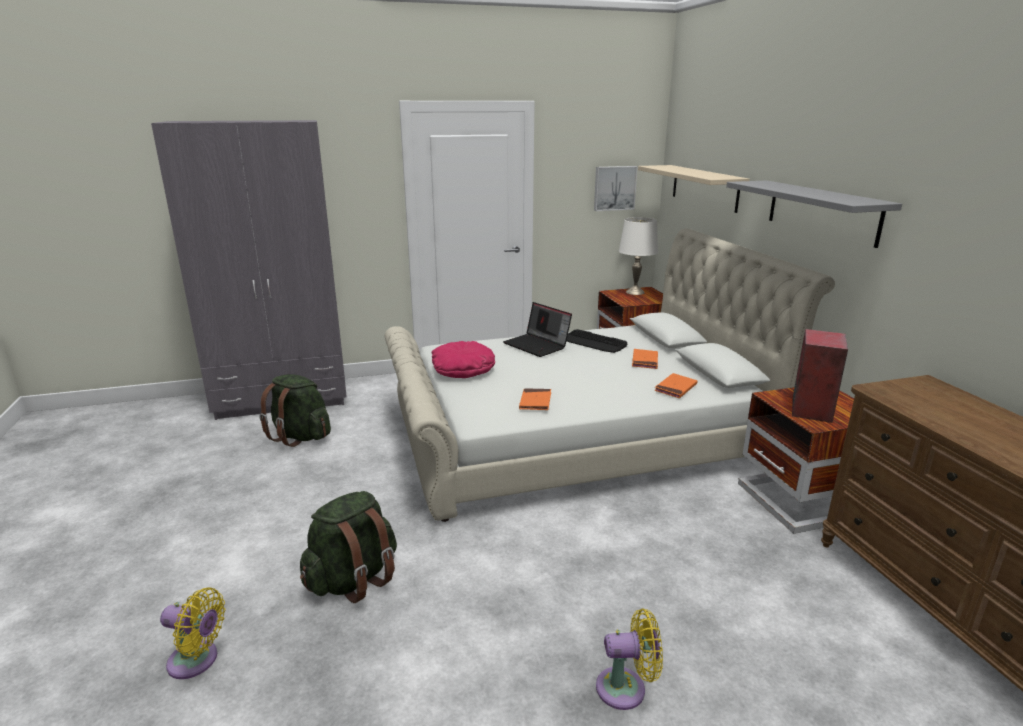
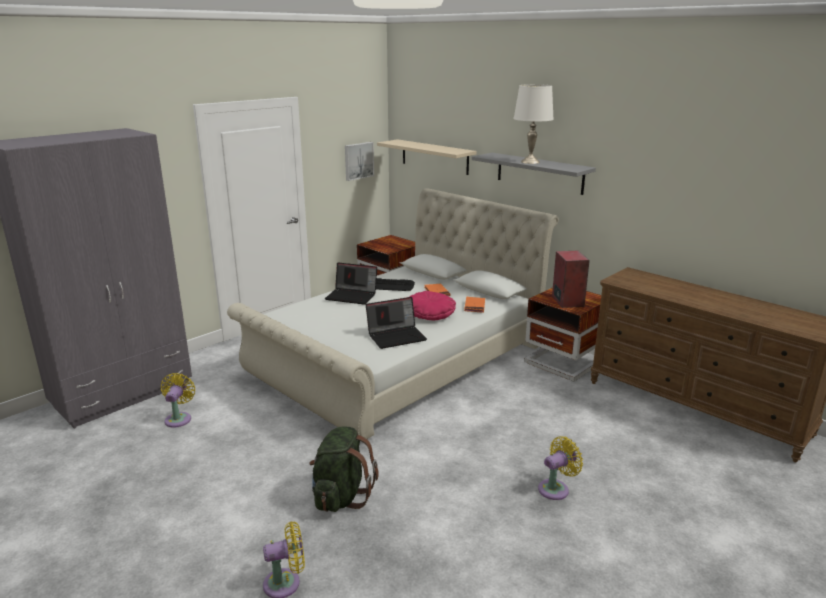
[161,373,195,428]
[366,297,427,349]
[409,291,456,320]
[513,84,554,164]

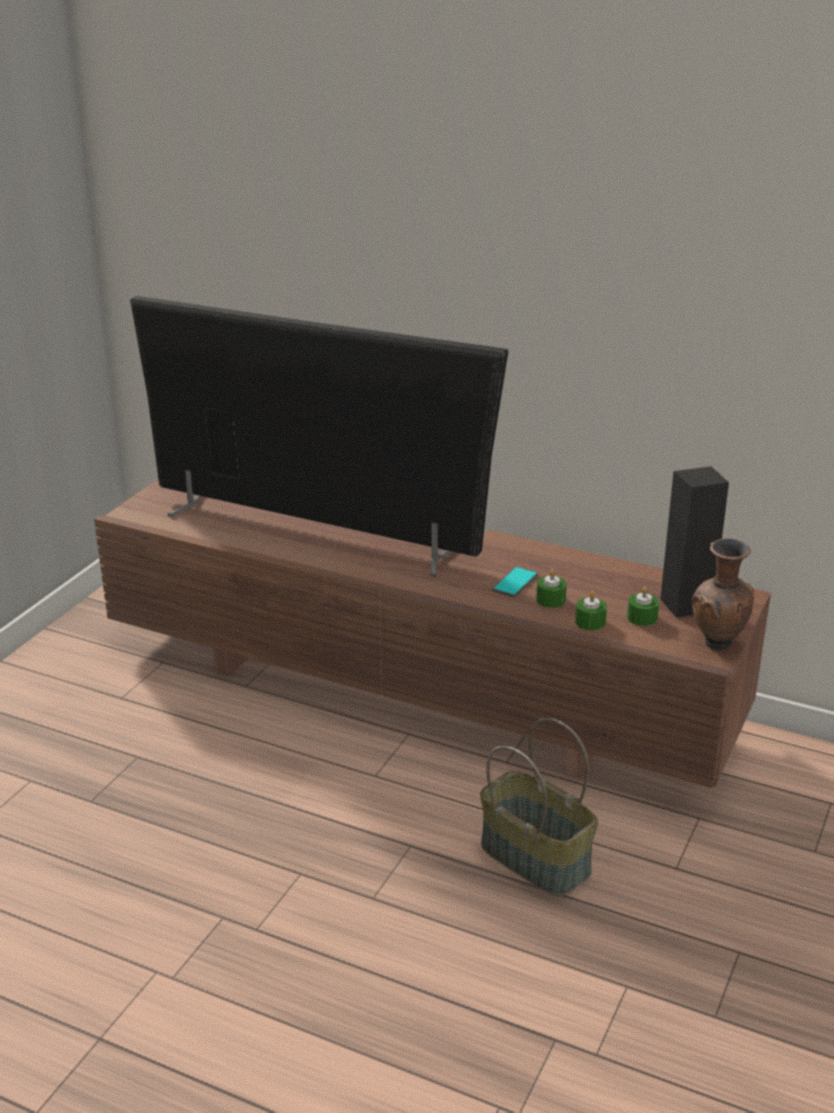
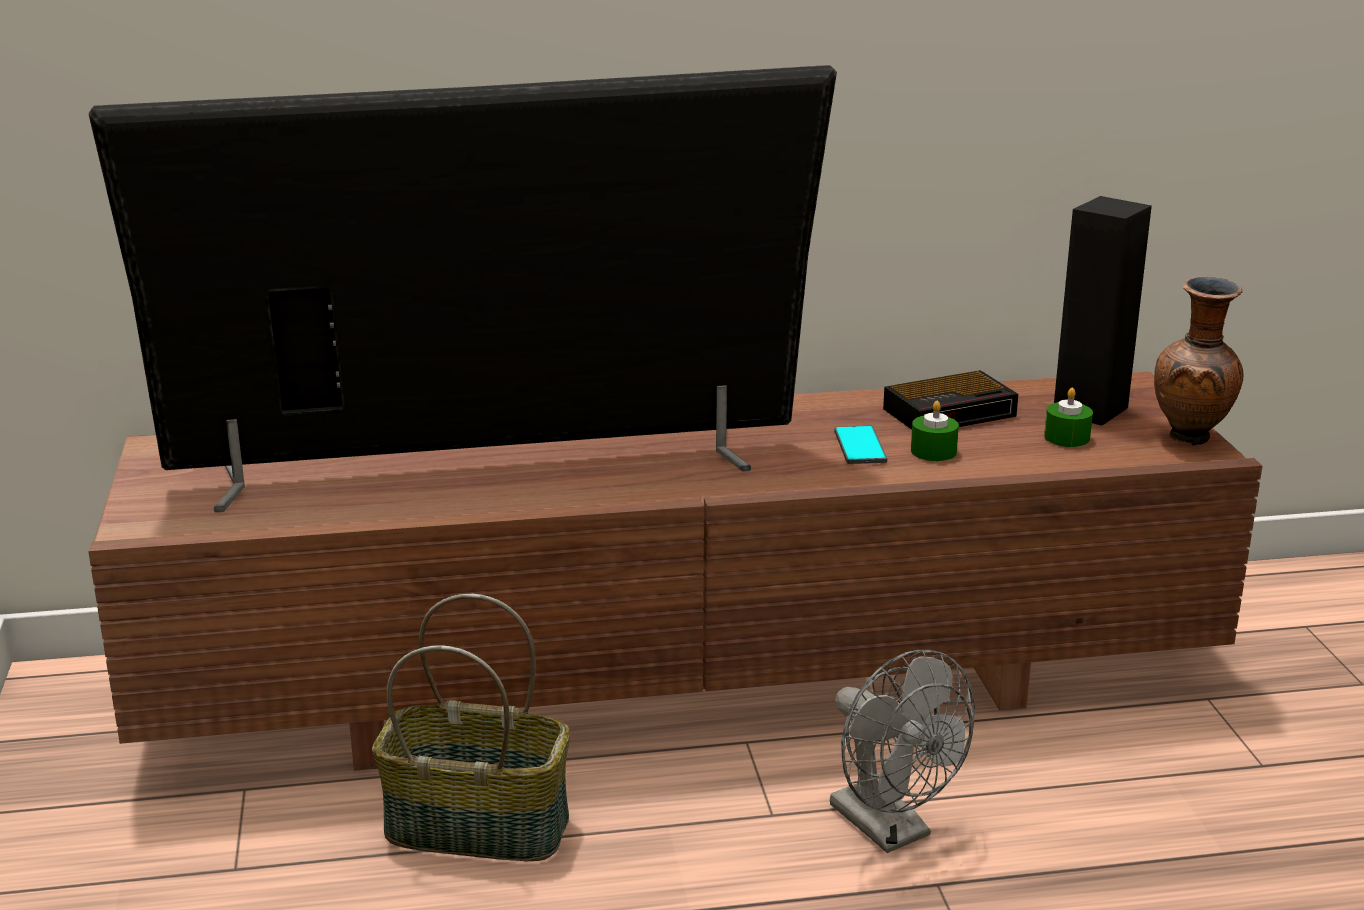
[372,594,570,861]
[830,650,975,853]
[883,370,1018,430]
[575,591,607,630] (first image)

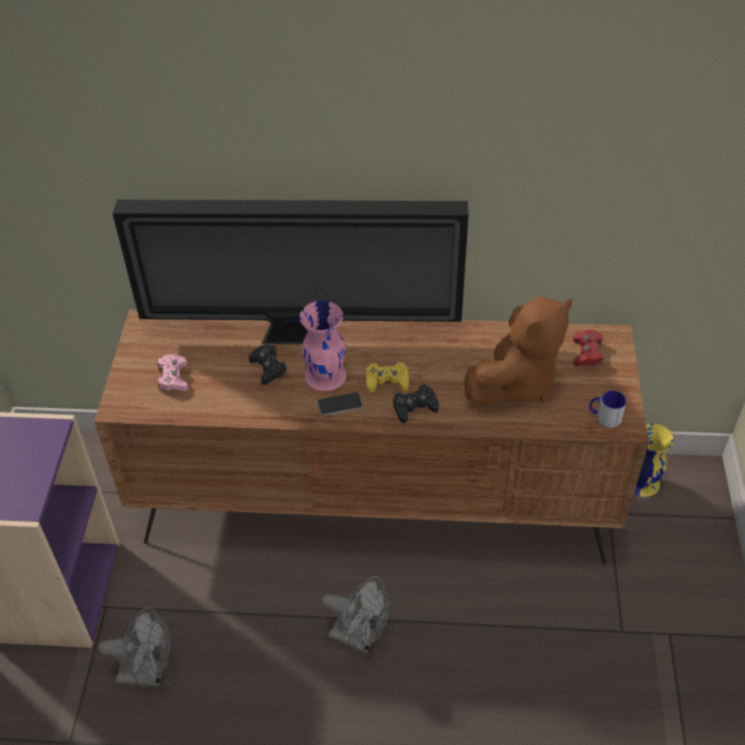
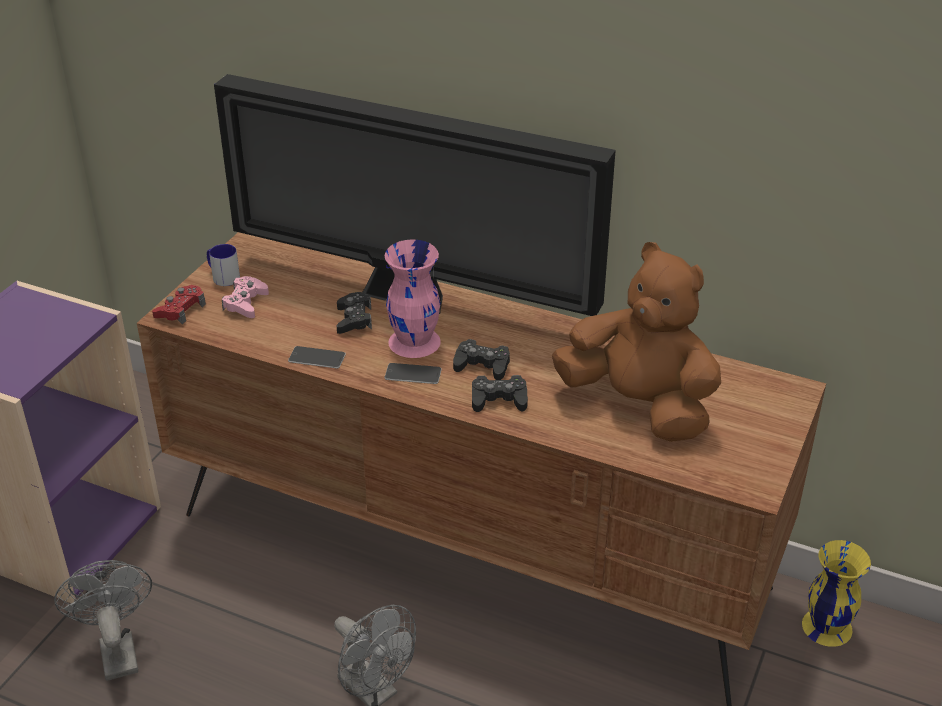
[54,560,152,681]
[152,285,206,324]
[207,244,240,286]
[288,346,346,368]
[453,339,510,380]
[552,242,721,442]

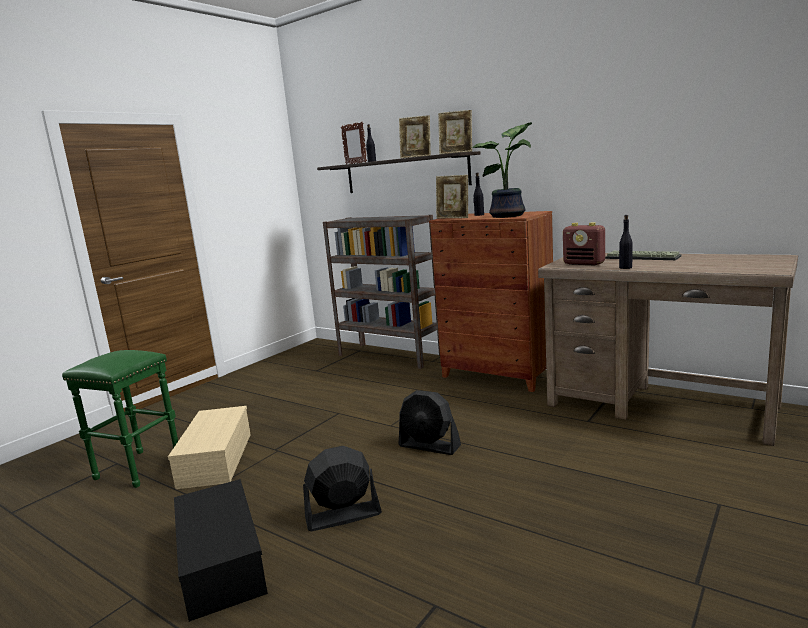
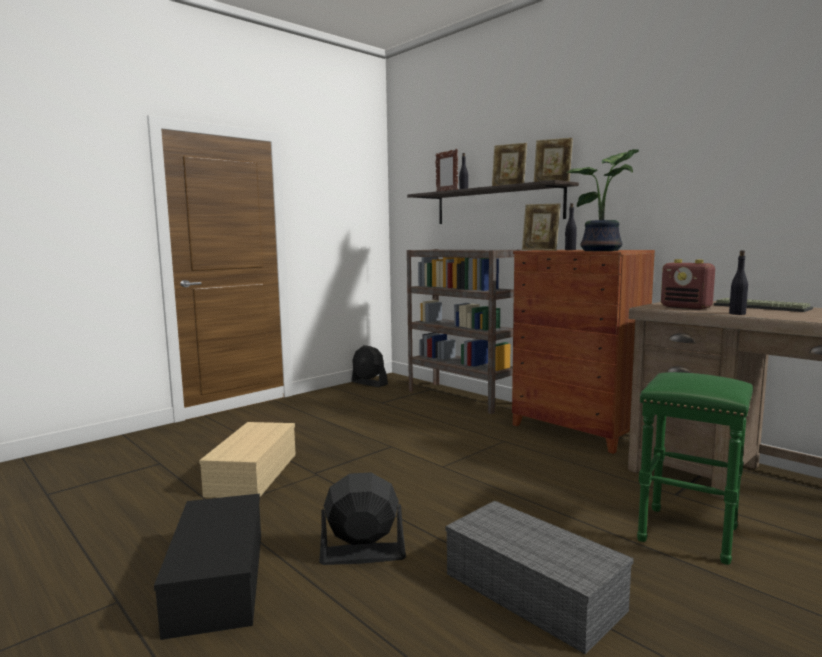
[351,345,388,387]
[446,501,634,654]
[637,372,753,565]

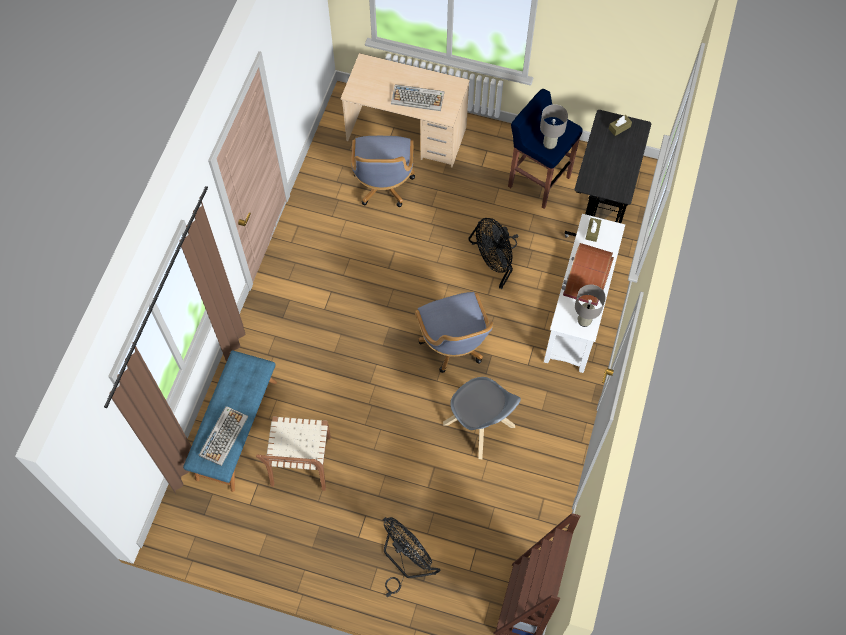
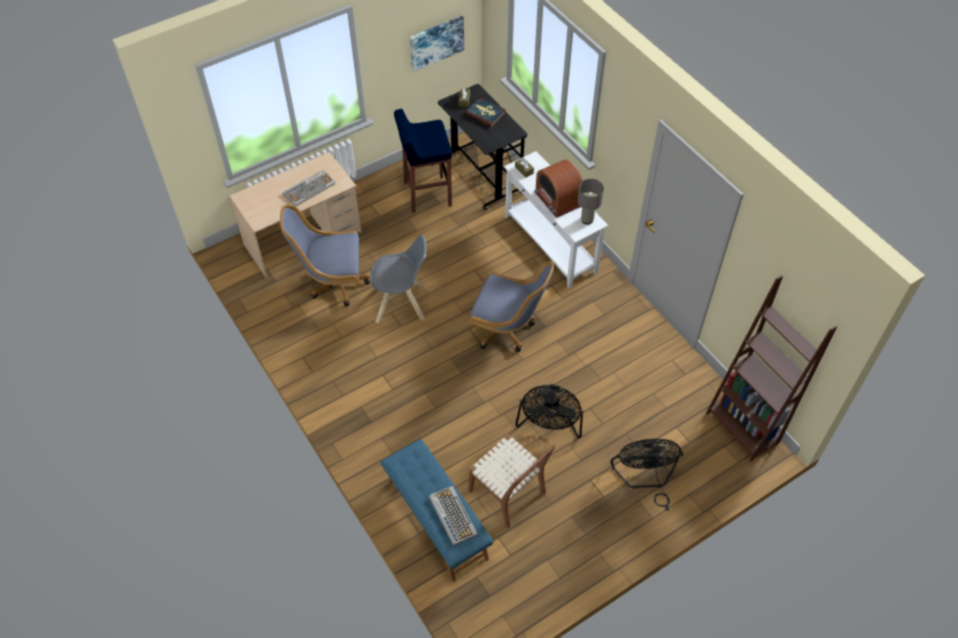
[280,204,370,306]
[370,235,427,323]
[410,16,464,71]
[465,98,506,127]
[515,384,584,439]
[540,104,568,150] (first image)

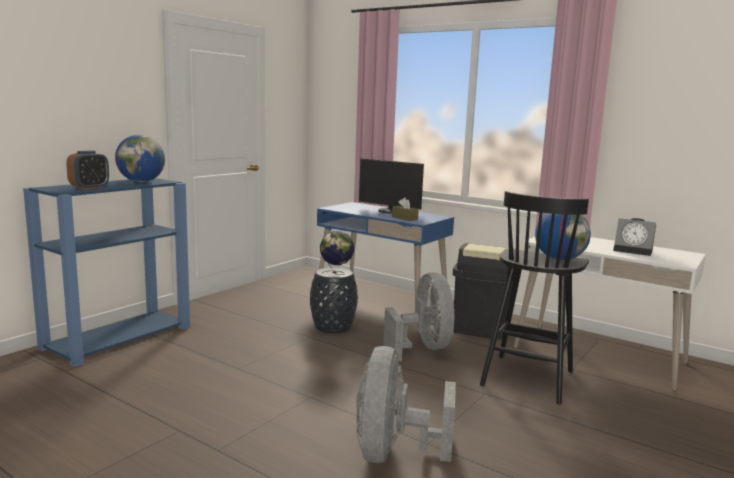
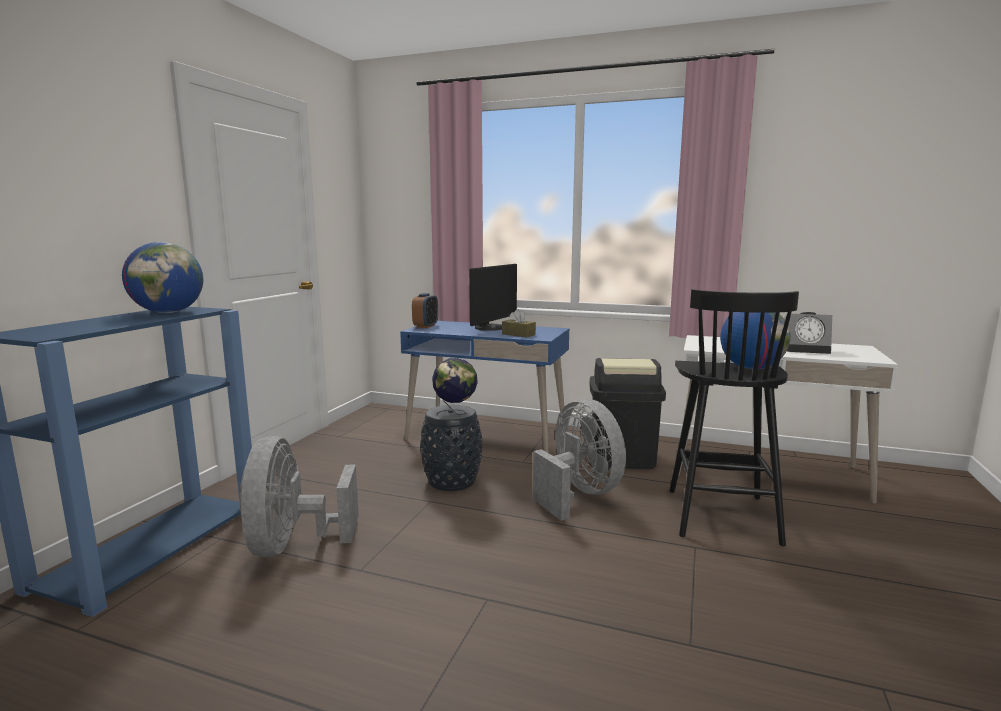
[239,436,359,557]
[412,293,438,328]
[469,264,517,331]

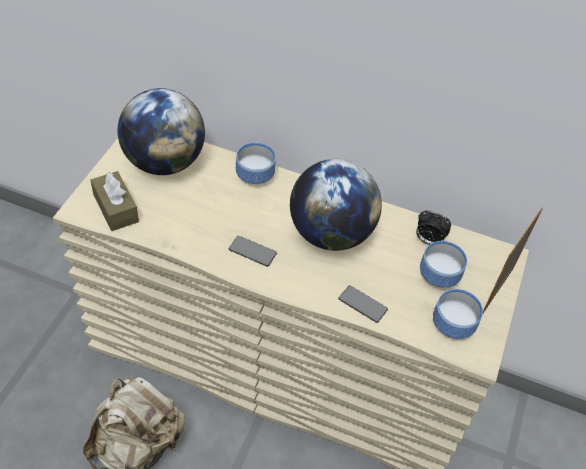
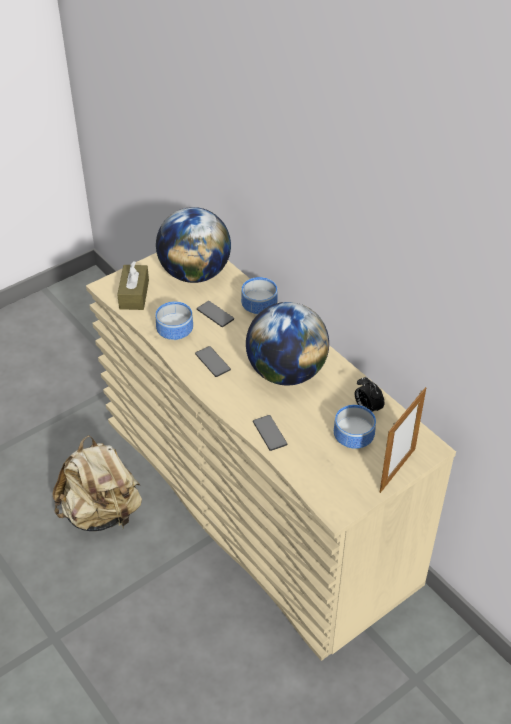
[155,302,193,340]
[197,301,234,327]
[380,387,426,493]

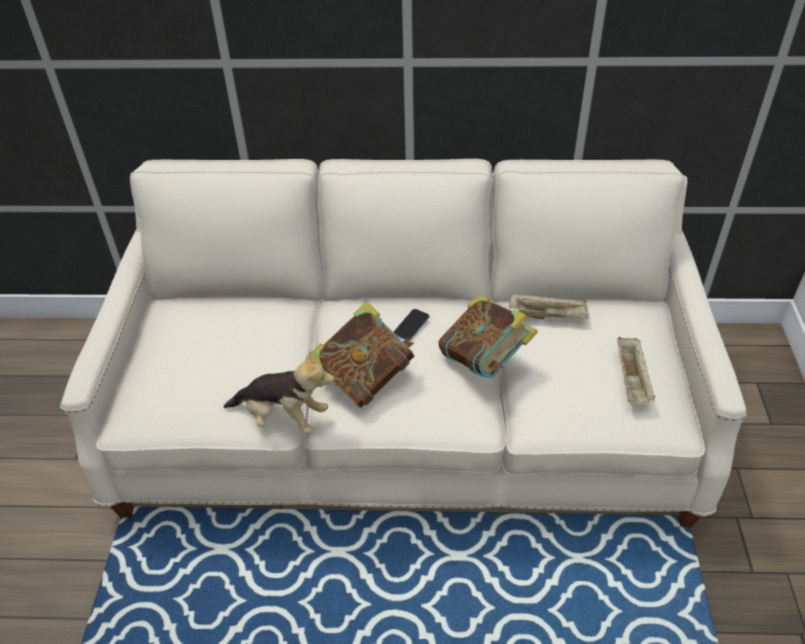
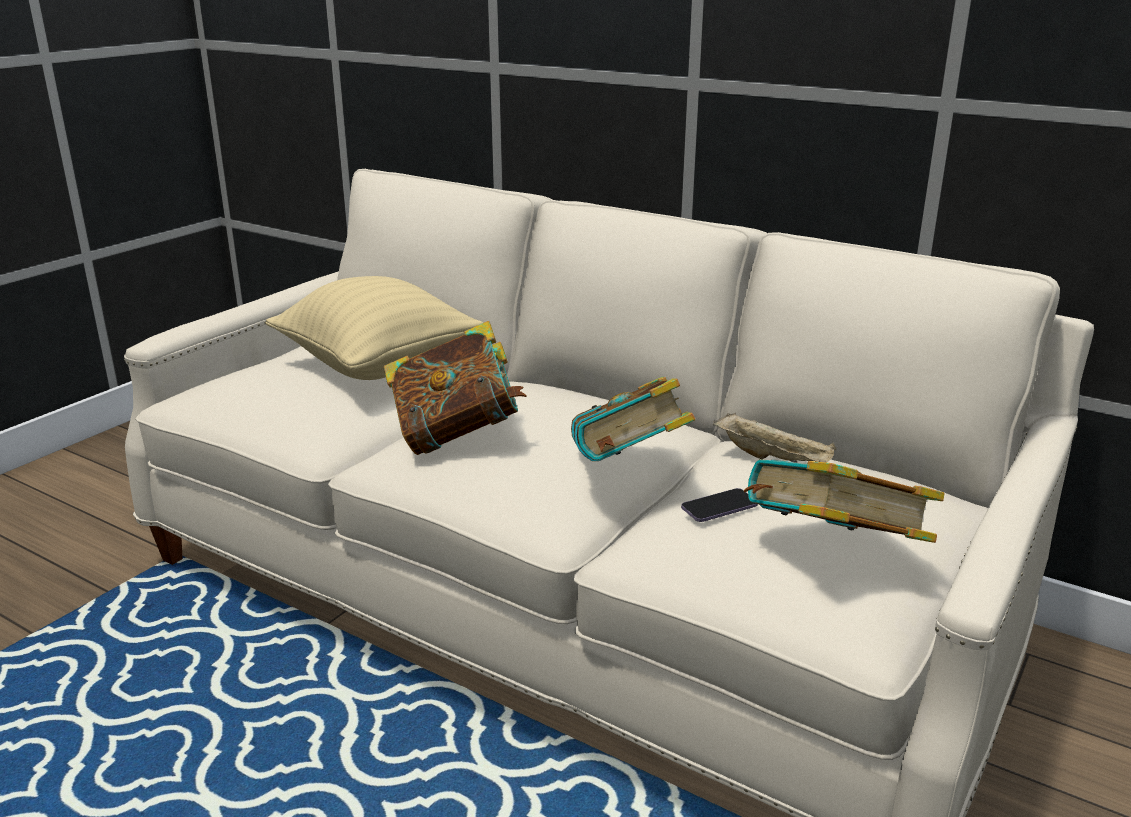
[266,276,483,380]
[681,488,758,522]
[744,459,945,543]
[224,350,335,433] (first image)

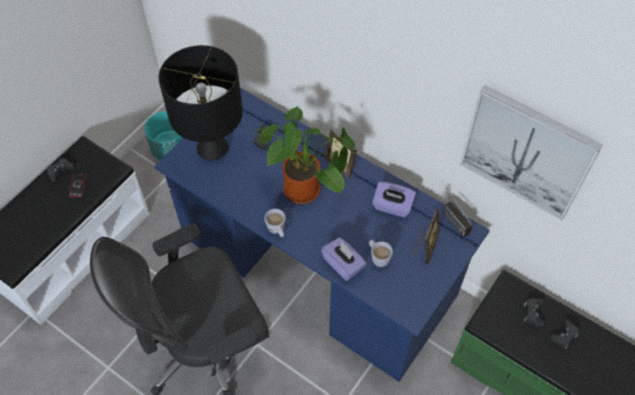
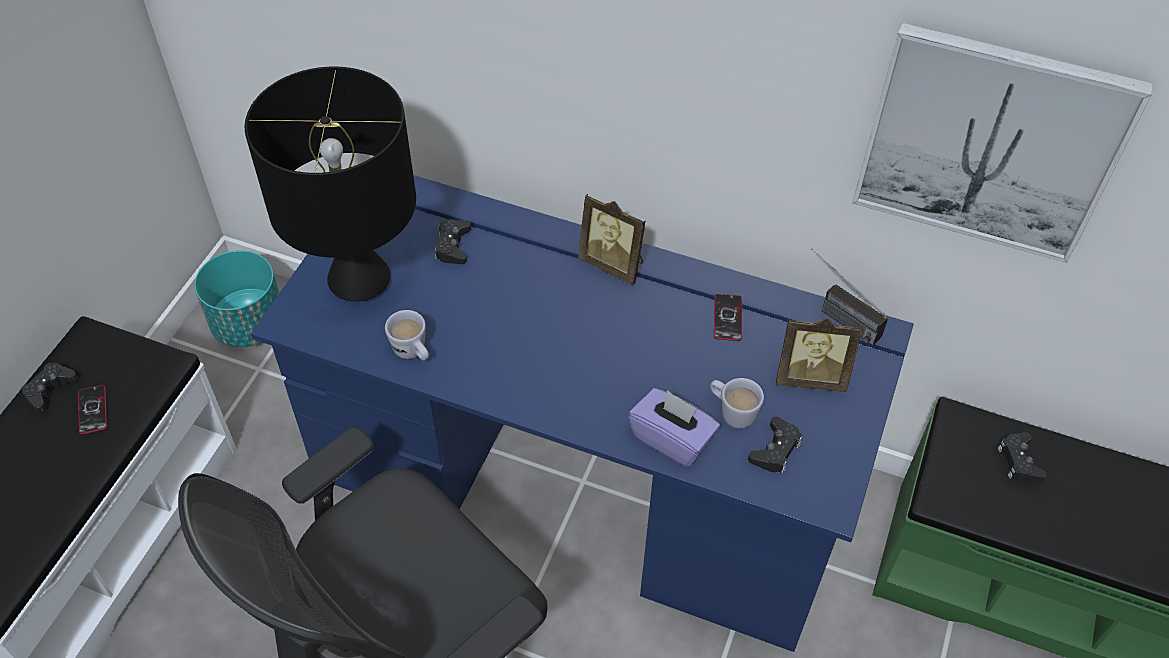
[385,310,429,360]
[714,294,742,341]
[748,416,802,473]
[776,318,863,392]
[253,106,355,204] (first image)

